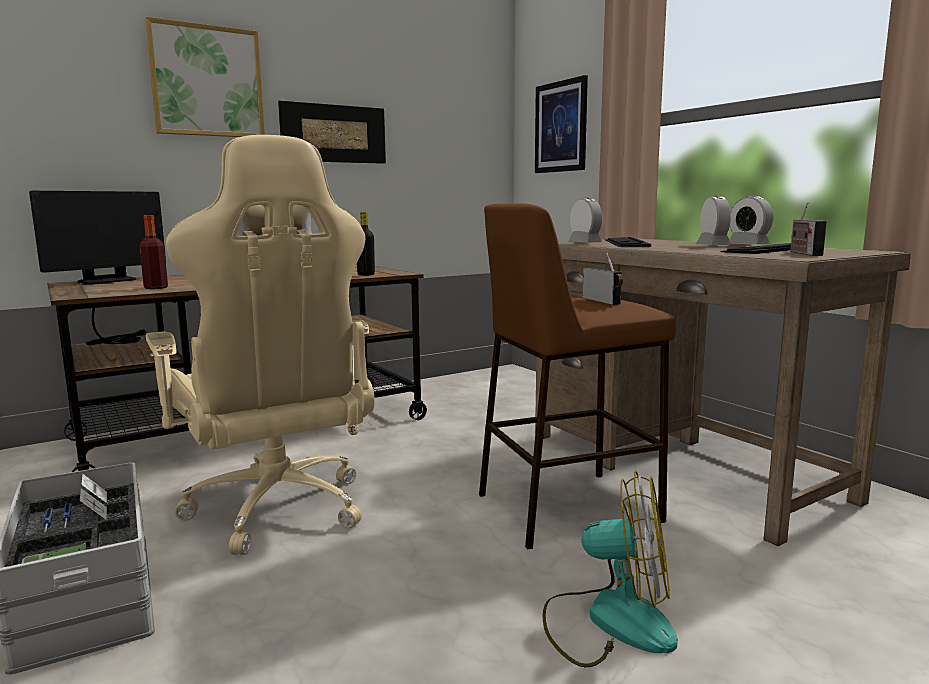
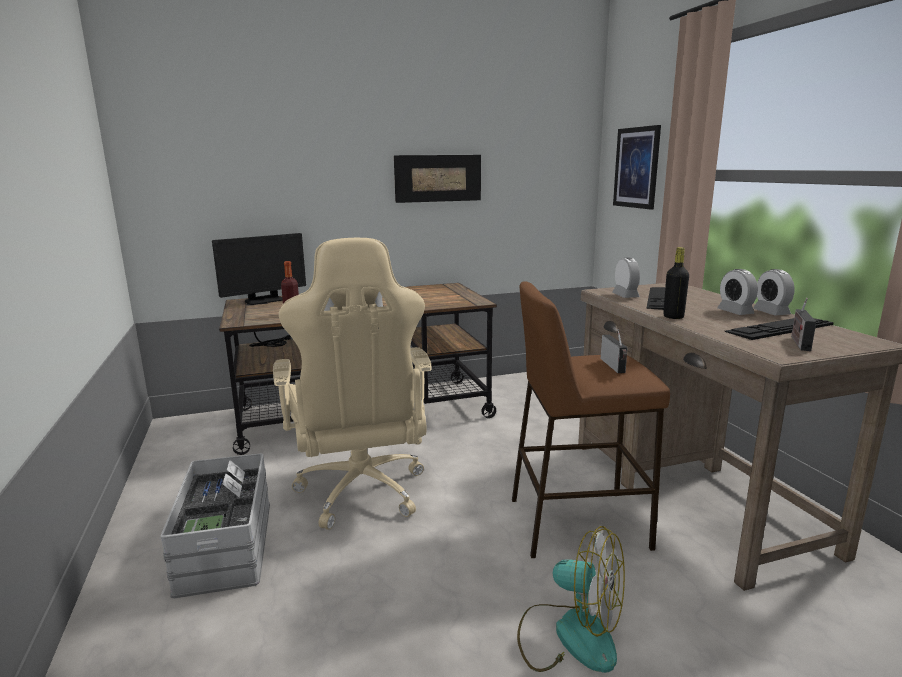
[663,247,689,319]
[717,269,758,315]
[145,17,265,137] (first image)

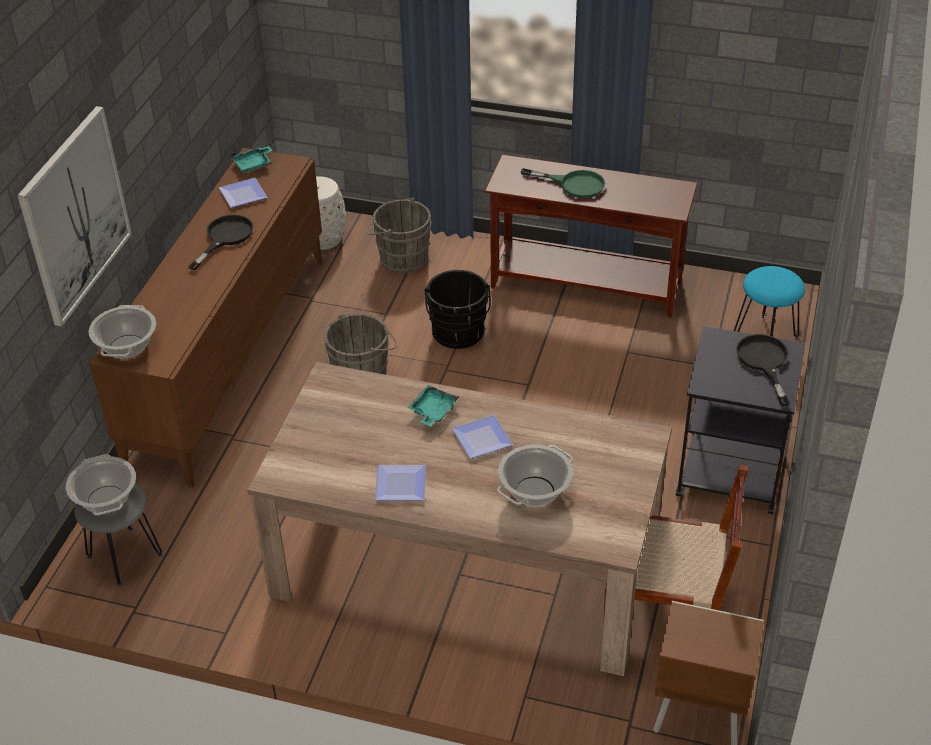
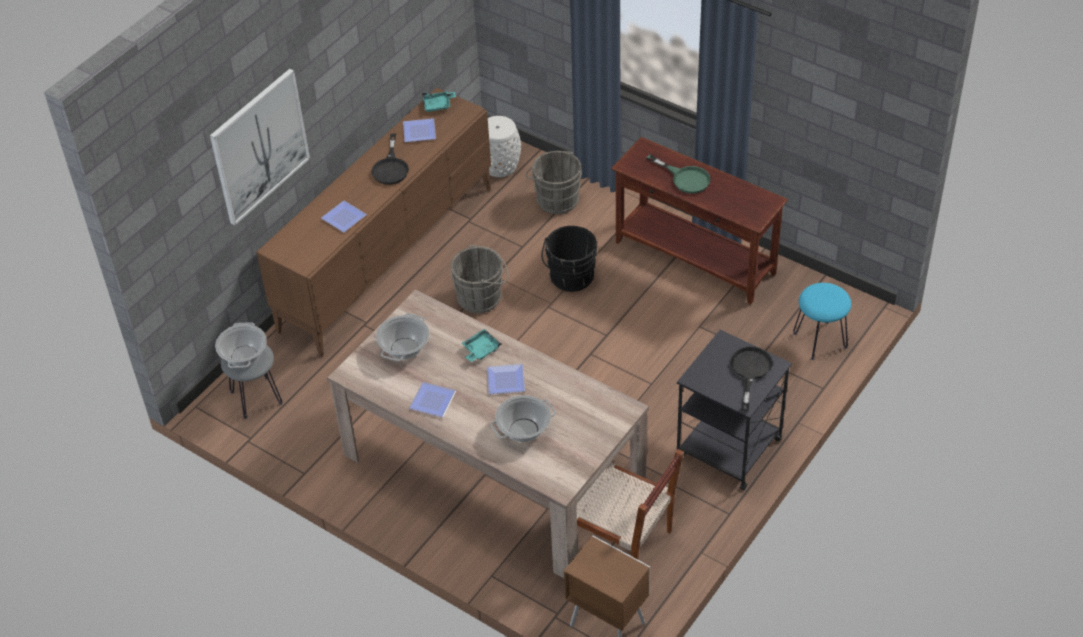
[321,200,367,232]
[371,133,409,185]
[376,313,430,361]

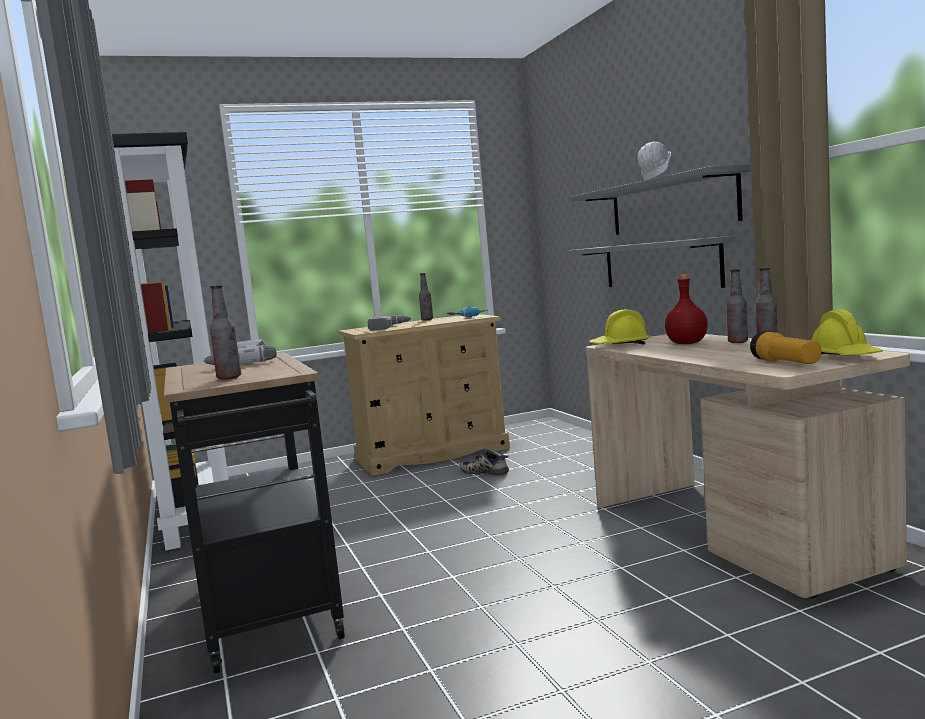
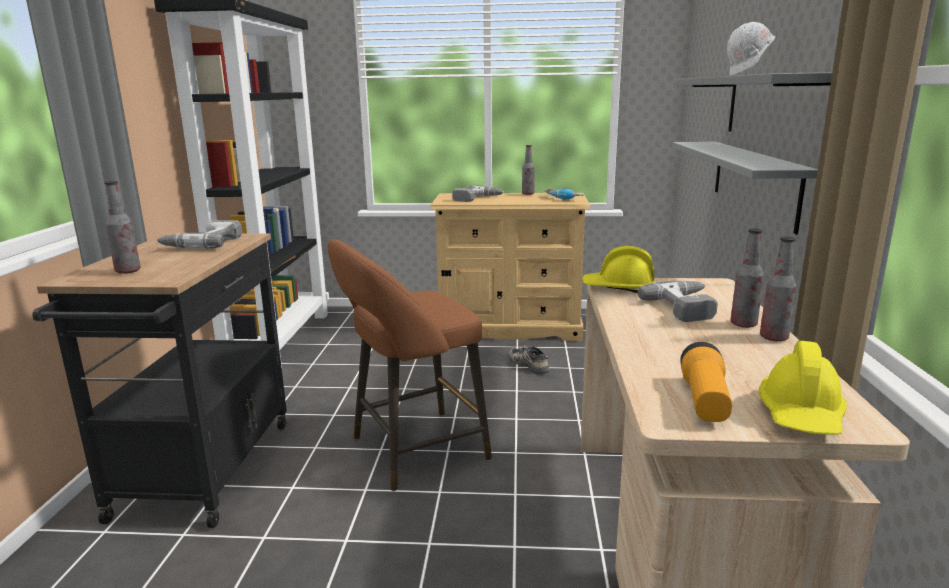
[328,239,492,491]
[638,281,718,322]

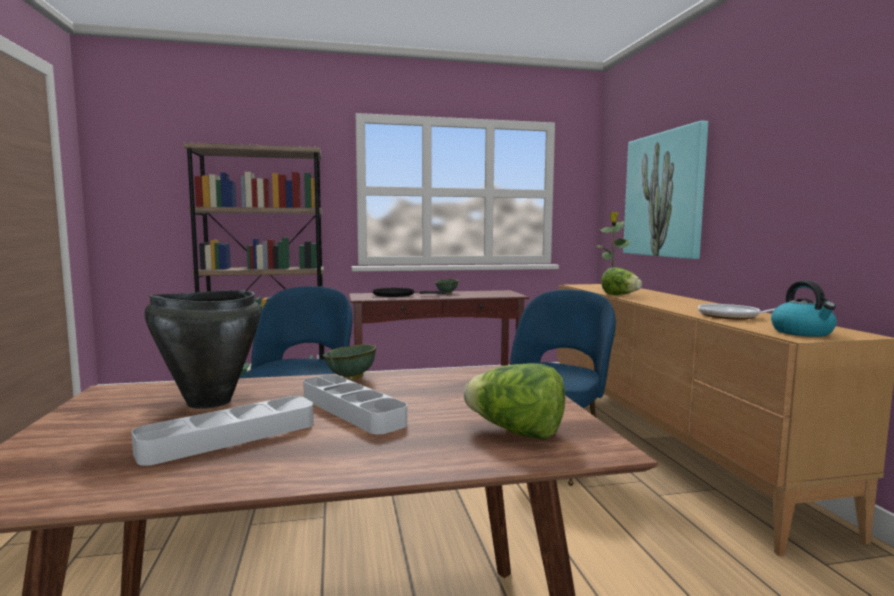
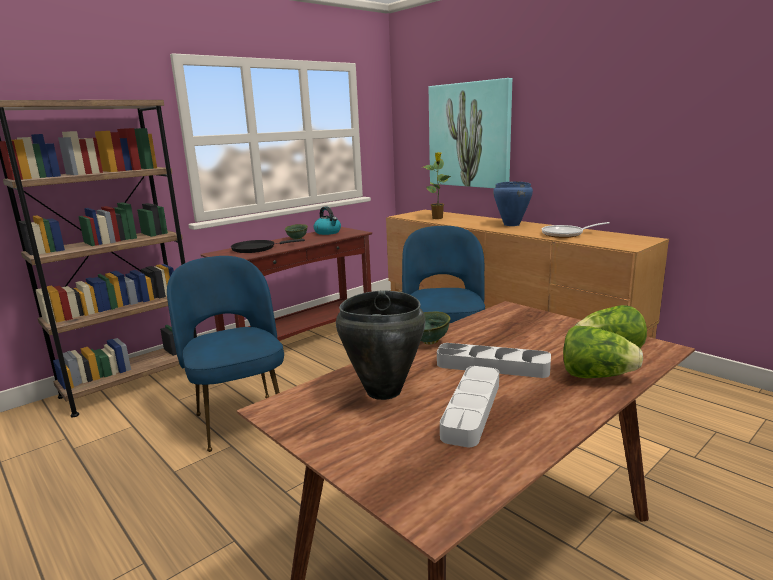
[313,206,341,235]
[493,181,533,226]
[563,326,643,378]

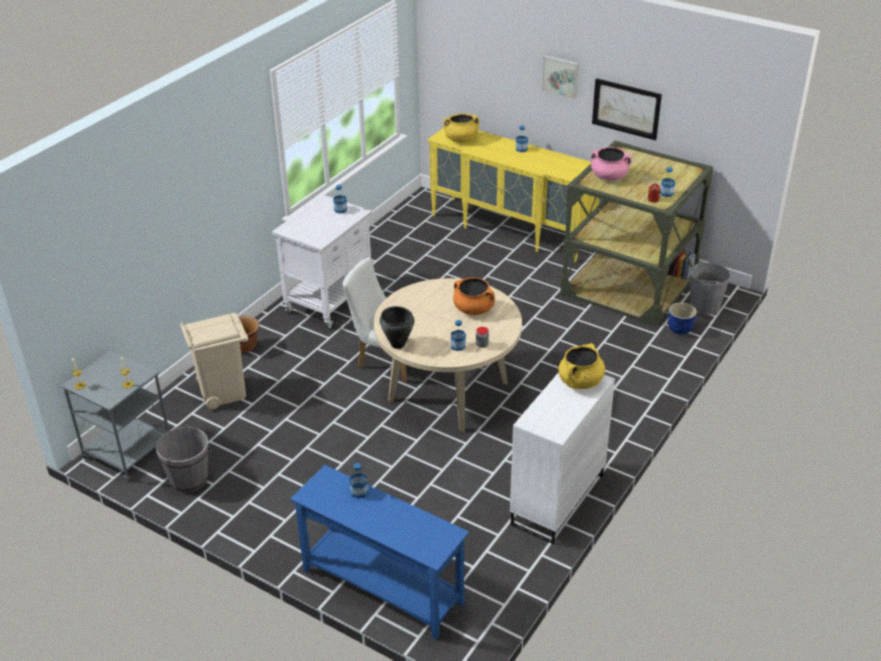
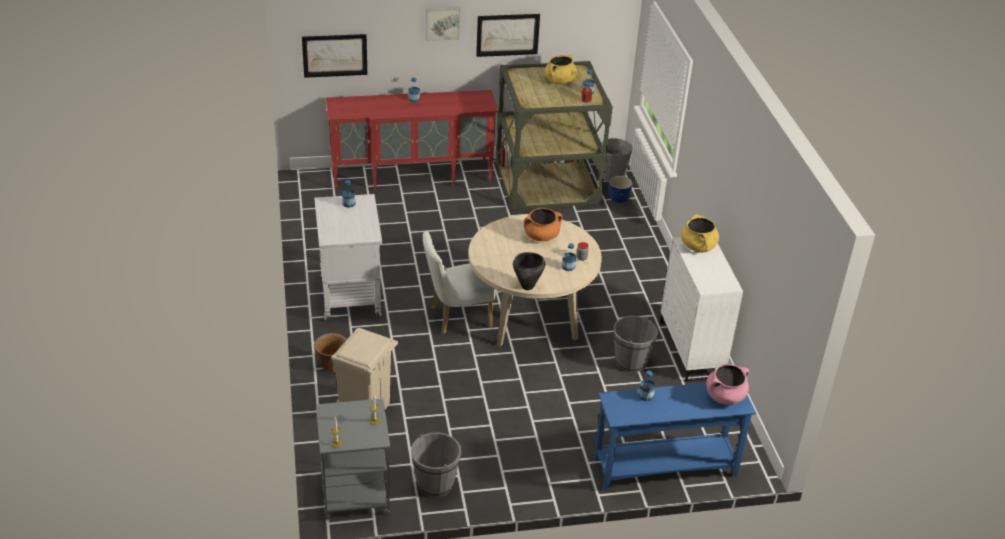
[302,34,367,78]
[326,90,498,191]
[545,55,577,84]
[614,316,658,372]
[706,364,749,405]

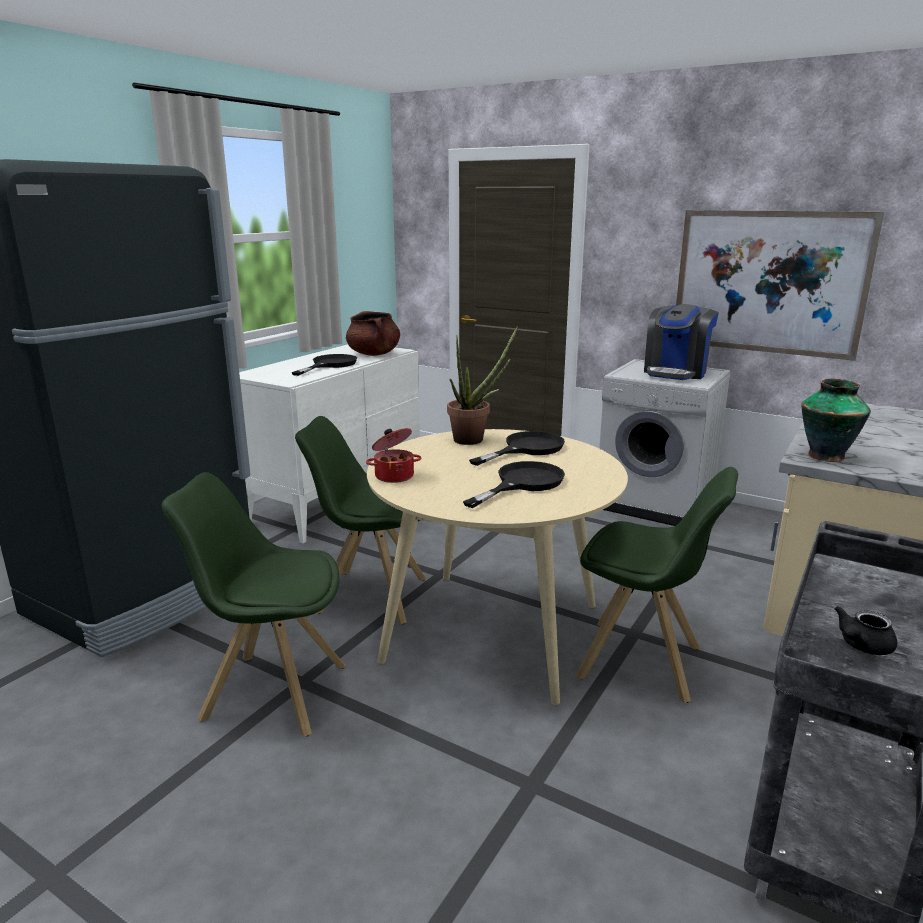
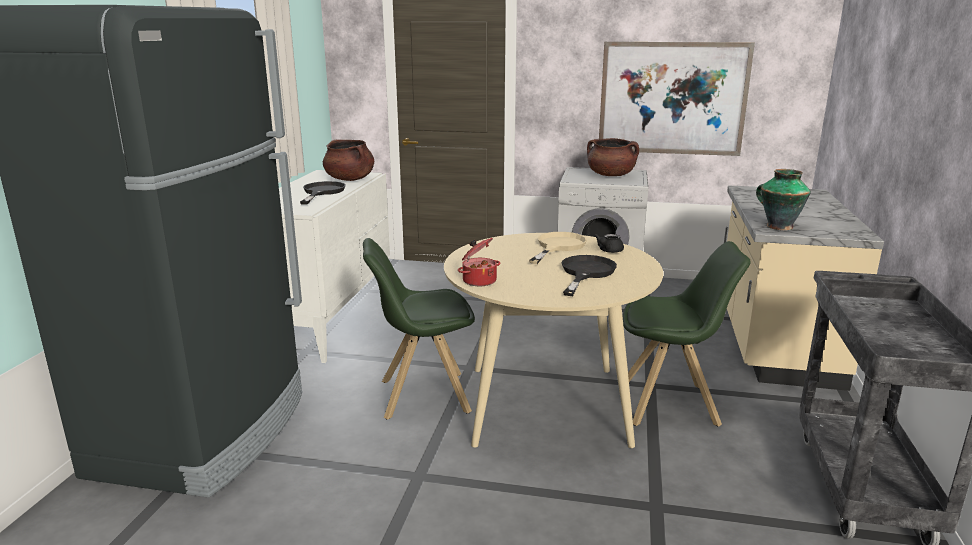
[529,232,587,264]
[587,138,639,176]
[595,234,624,253]
[162,472,346,737] (first image)
[447,327,518,445] (first image)

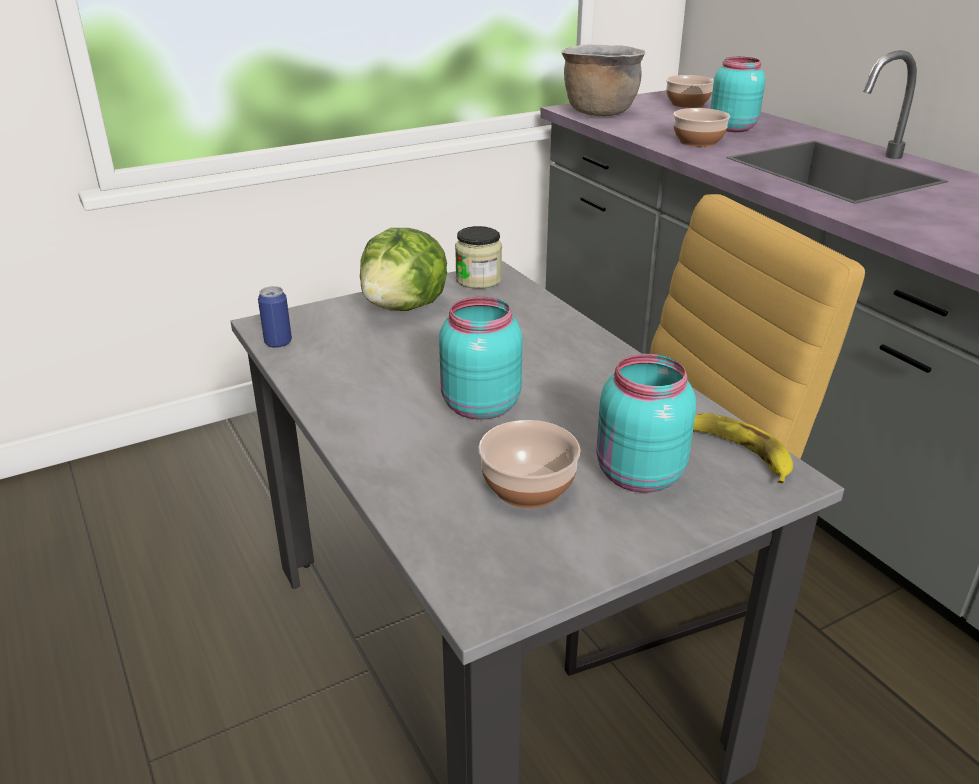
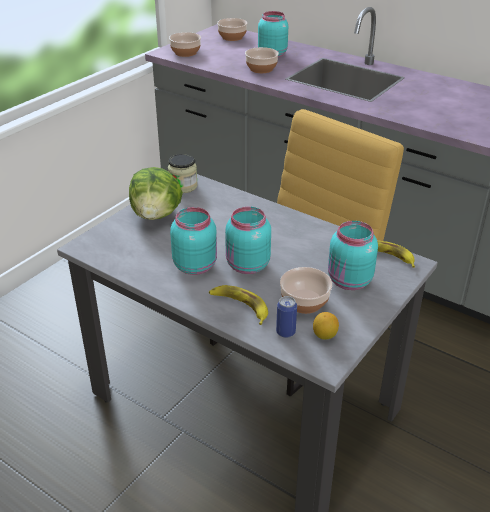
[169,32,201,57]
[170,207,217,275]
[209,285,268,325]
[276,296,297,338]
[313,312,339,340]

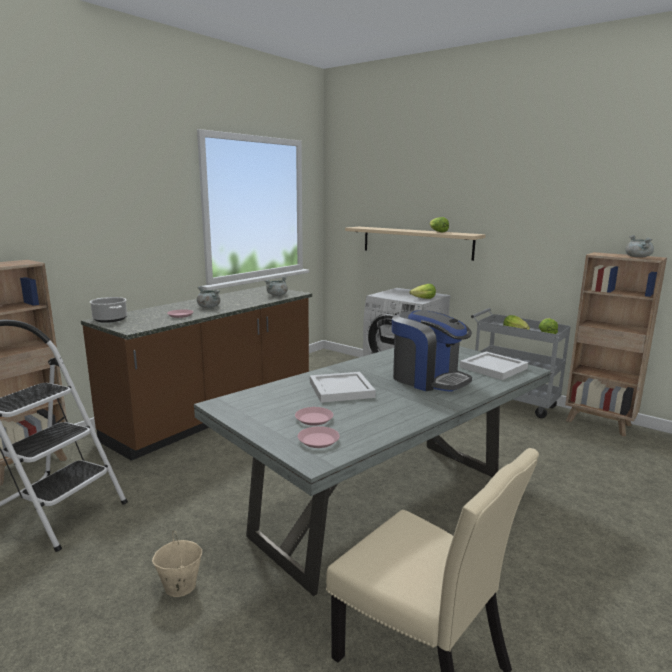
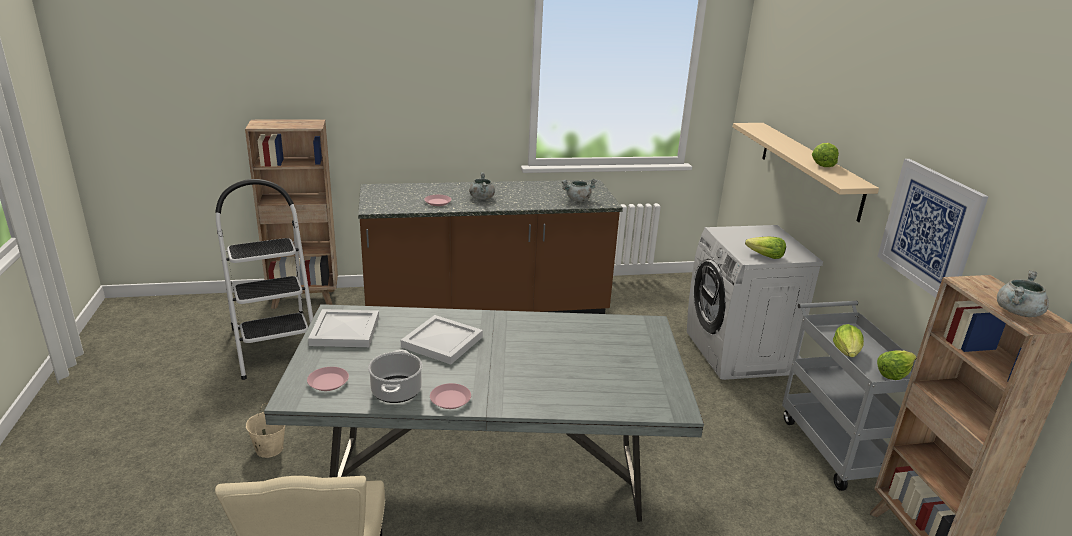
[308,309,379,347]
[368,350,423,403]
[430,383,471,409]
[877,159,989,298]
[392,310,472,392] (first image)

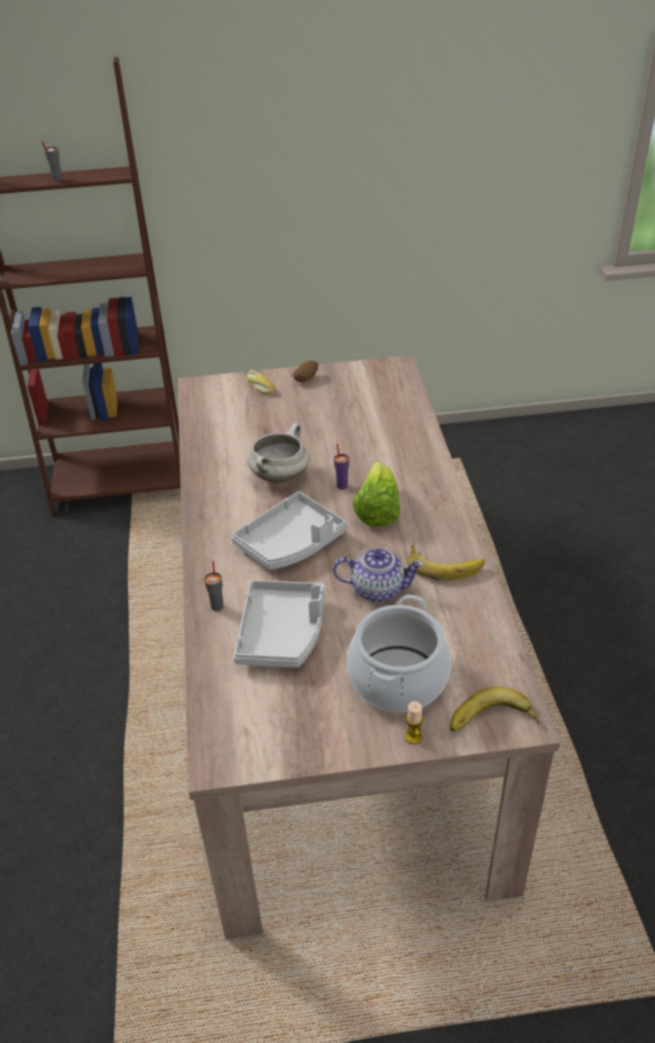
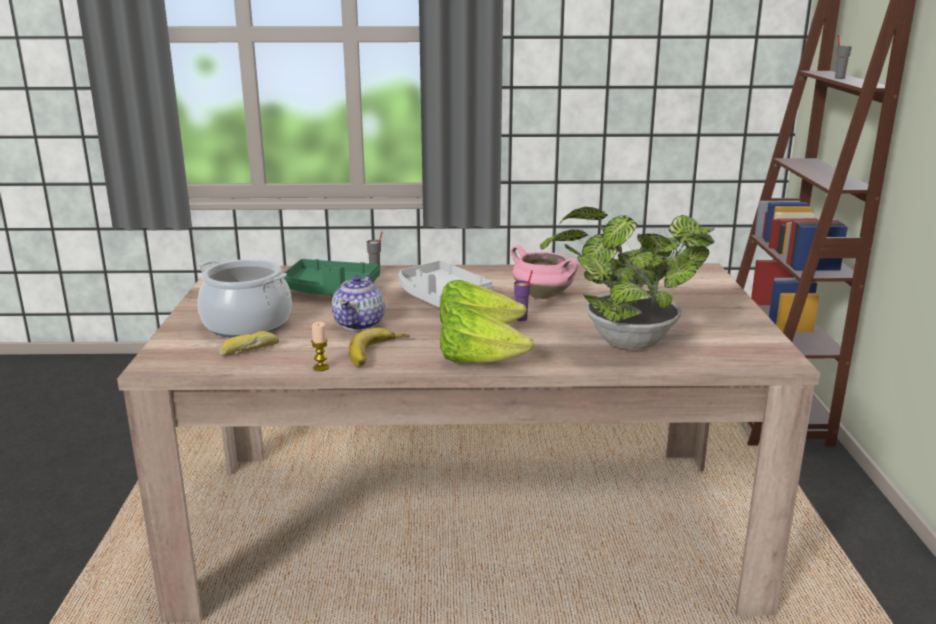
[219,331,279,356]
[282,259,380,295]
[311,322,329,371]
[440,305,534,363]
[511,245,578,299]
[540,207,715,349]
[294,361,318,382] (first image)
[450,687,539,732] (first image)

